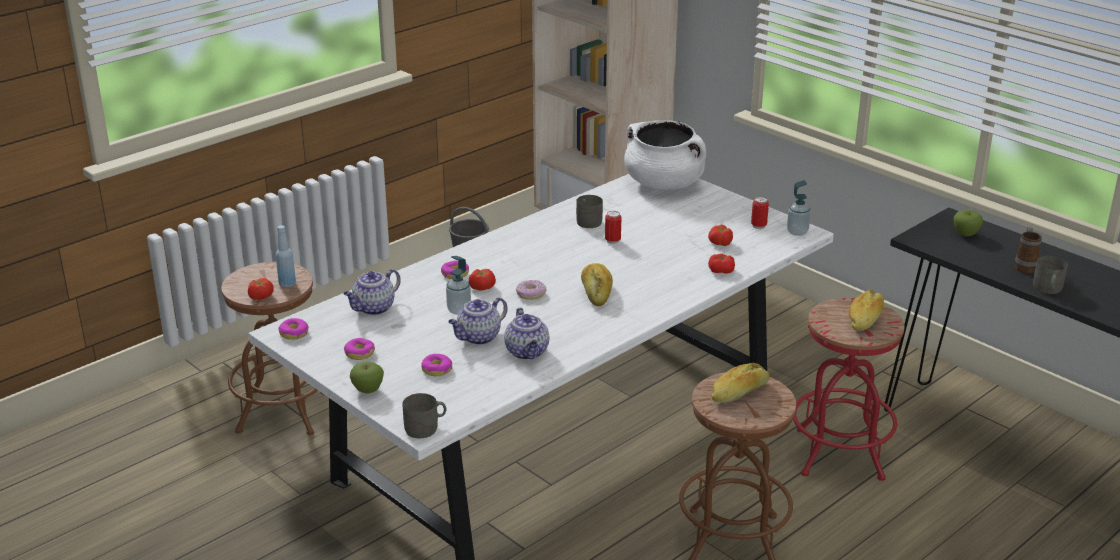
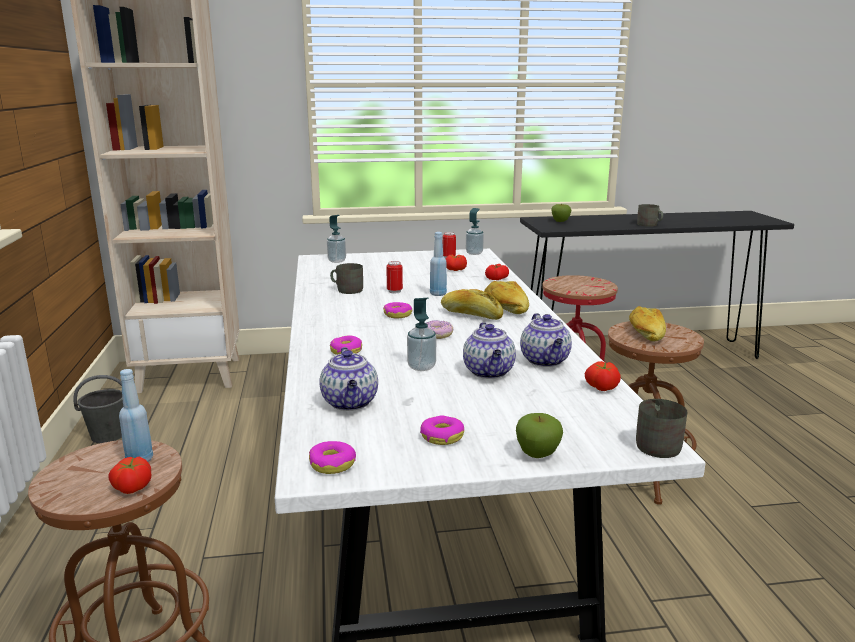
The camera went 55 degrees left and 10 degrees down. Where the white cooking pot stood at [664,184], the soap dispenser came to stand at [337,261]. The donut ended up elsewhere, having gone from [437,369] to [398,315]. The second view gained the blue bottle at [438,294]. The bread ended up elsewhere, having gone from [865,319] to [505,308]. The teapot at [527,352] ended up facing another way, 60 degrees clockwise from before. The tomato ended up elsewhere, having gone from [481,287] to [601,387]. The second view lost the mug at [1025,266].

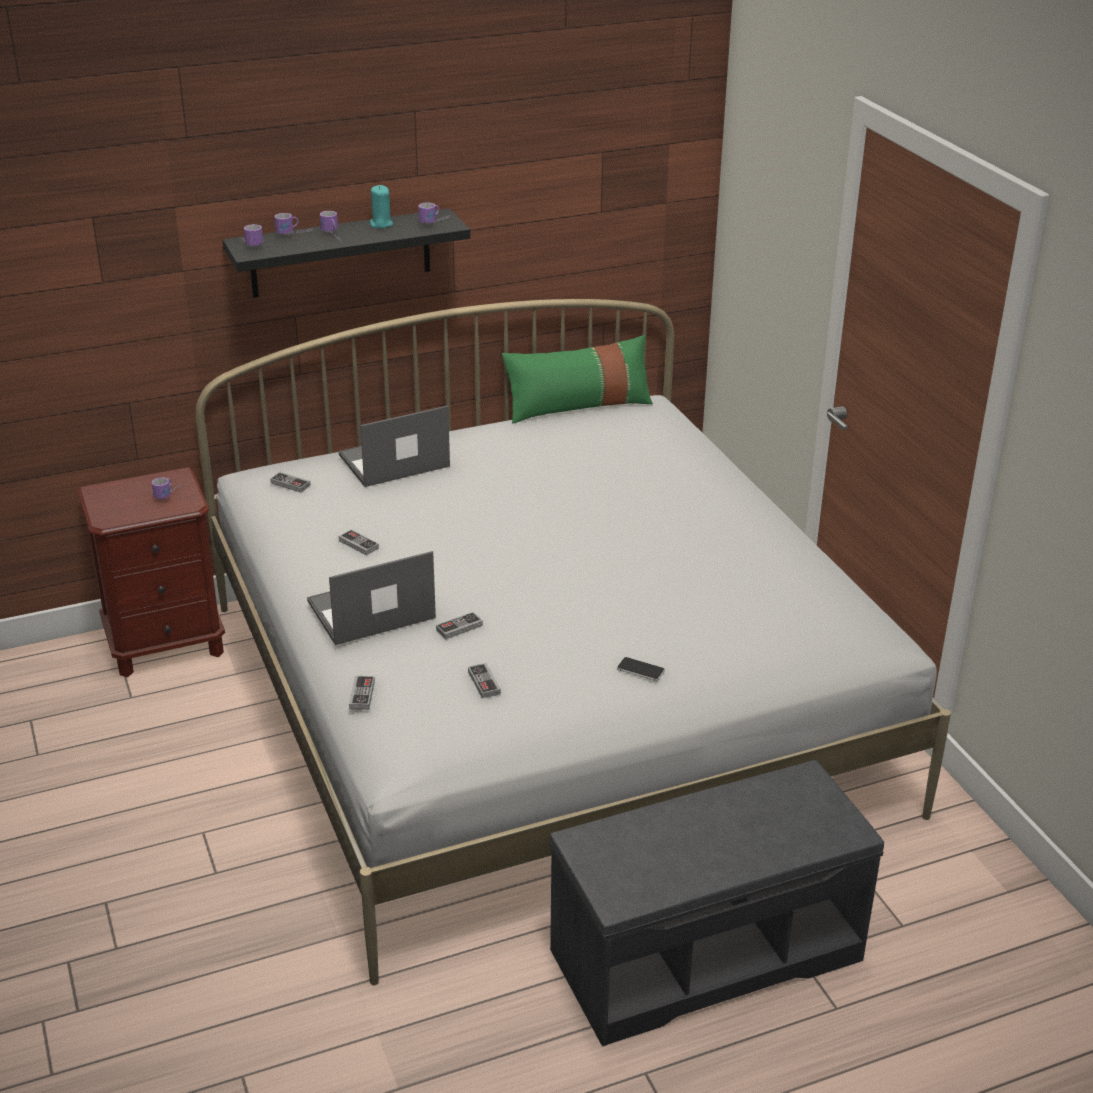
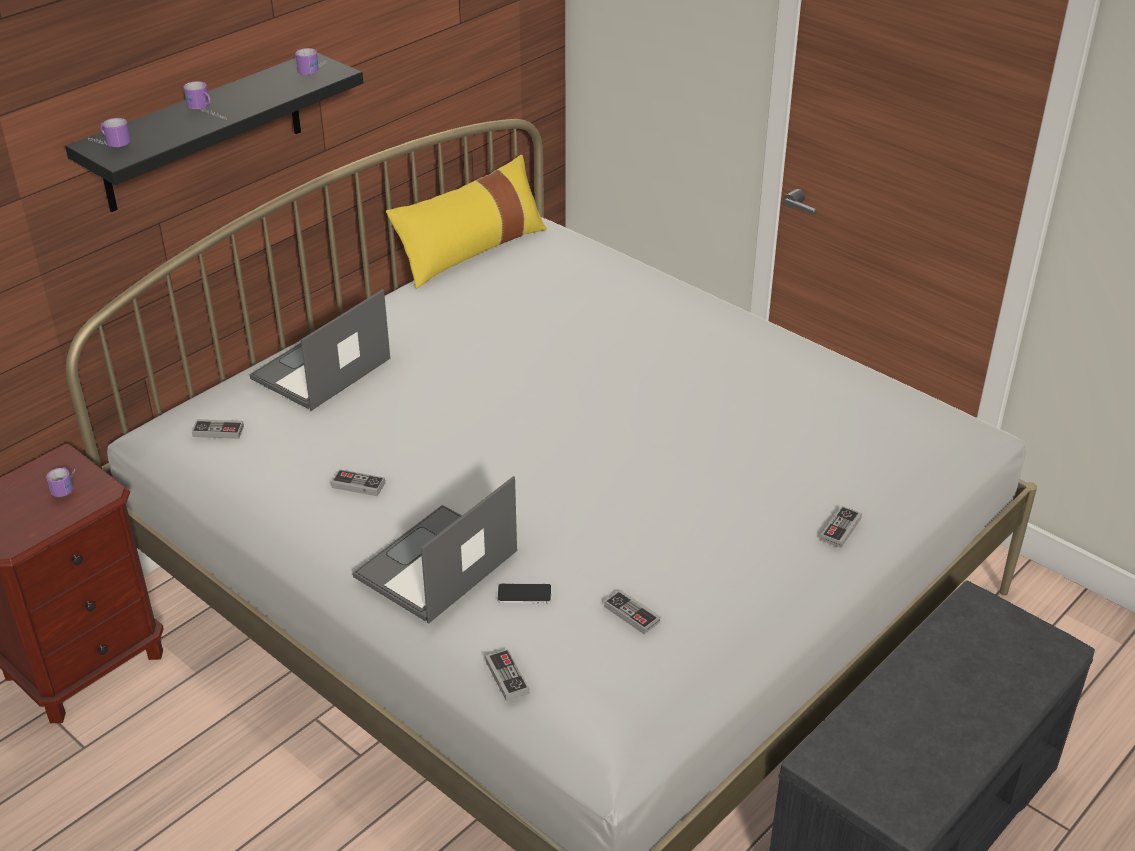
The camera went 25 degrees left and 5 degrees up. What was the green pillow at [578,406] turned into the yellow pillow at [471,250]. The phone ended up elsewhere, having gone from [640,670] to [524,594]. The game controller ended up elsewhere, having gone from [459,628] to [841,529]. The second view lost the mug at [295,234]. The second view lost the turquoise candle at [381,224].

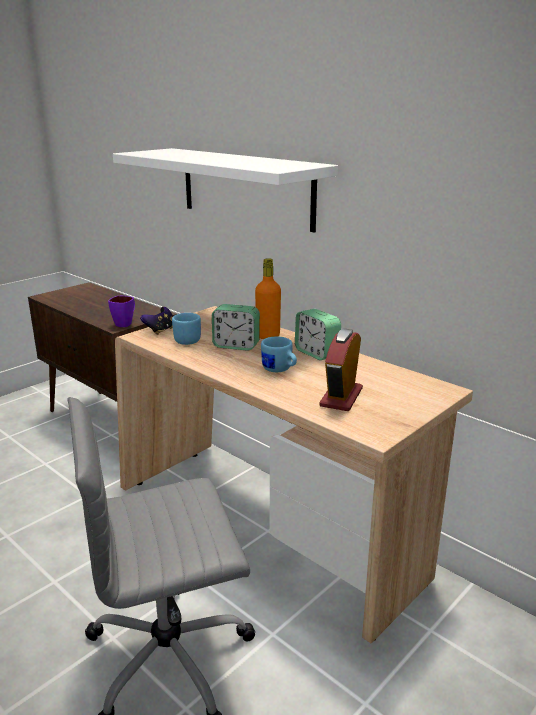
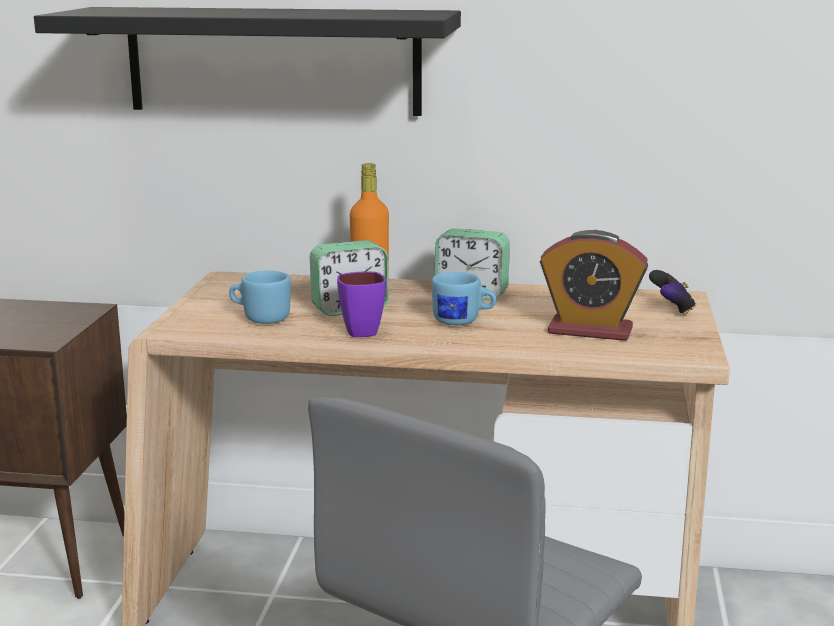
The camera went 35 degrees left and 5 degrees down. What was the white shelf at [246,187] turned into the black shelf at [273,61]. The purple mug ended up elsewhere, having gone from [126,323] to [360,329]. The alarm clock at [341,397] ended up facing another way, 60 degrees counterclockwise from before. The game controller ended up elsewhere, having gone from [160,330] to [672,310].

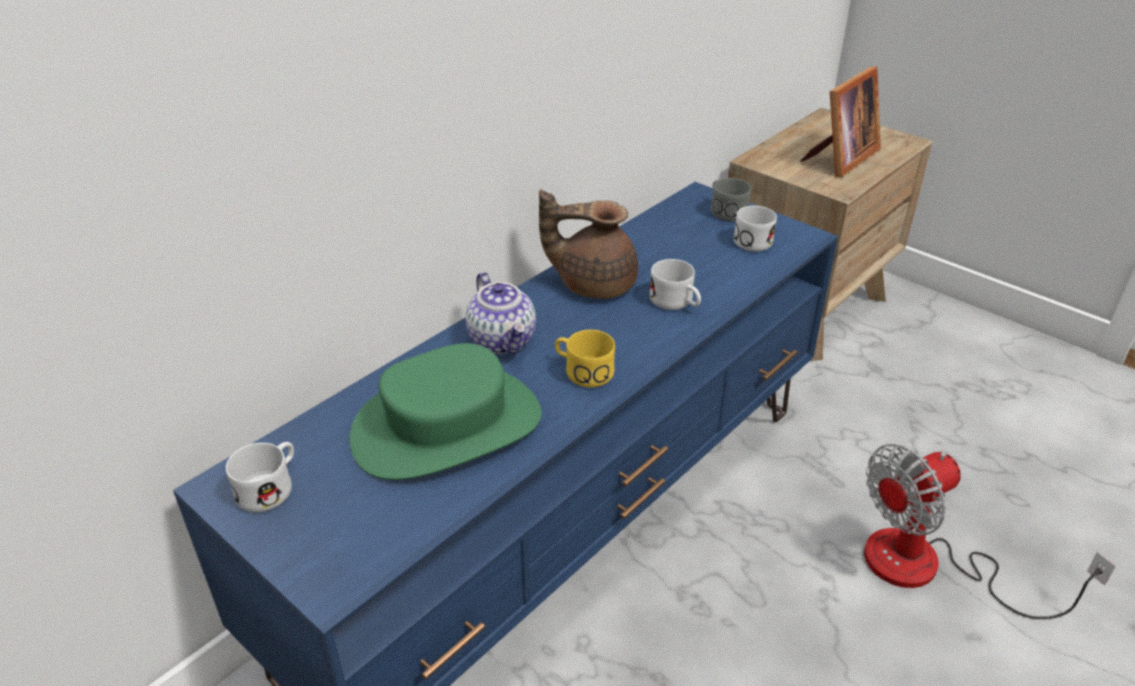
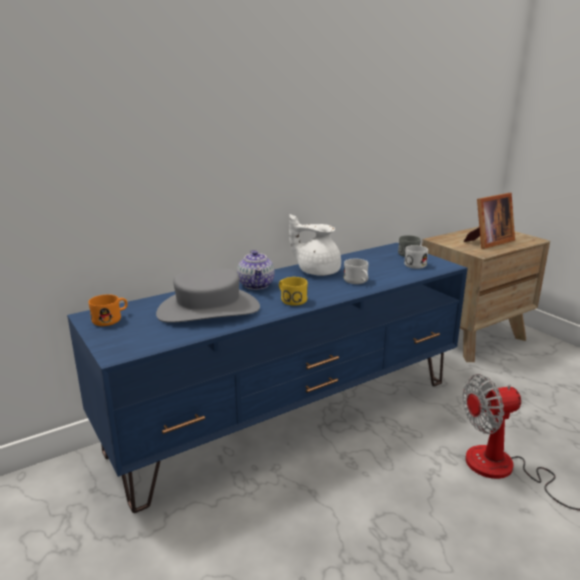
The camera went 15 degrees right and 15 degrees down. What was the white mug at [271,487] turned into the orange mug at [111,319]. What was the green hat at [447,427] turned into the grey hat at [208,310]. What was the brown teapot at [593,283] turned into the white teapot at [317,271].

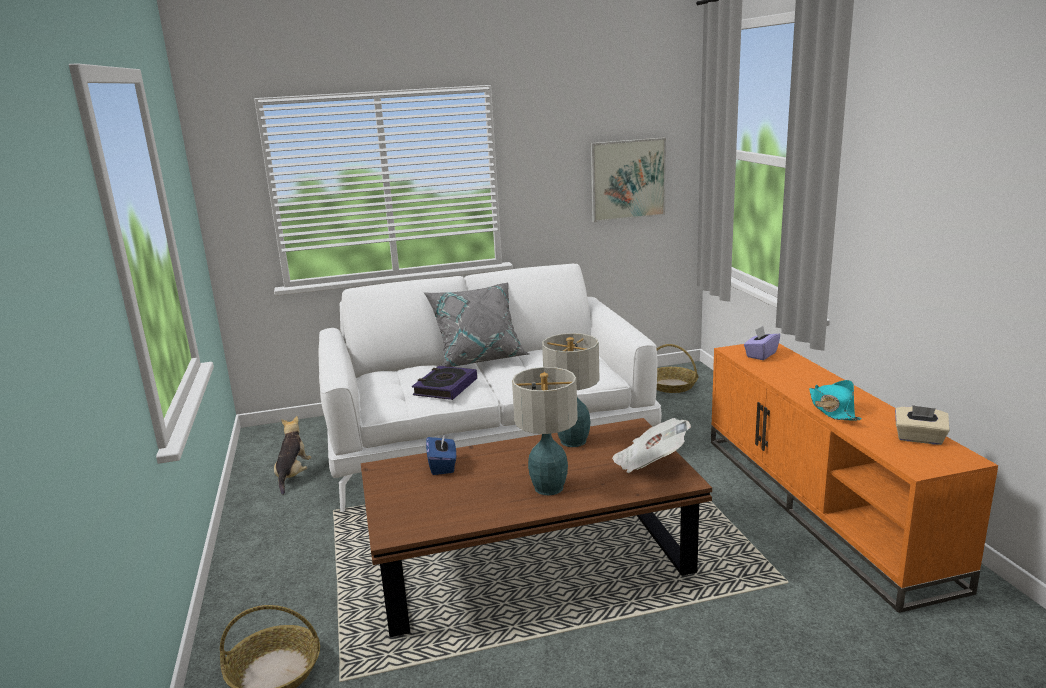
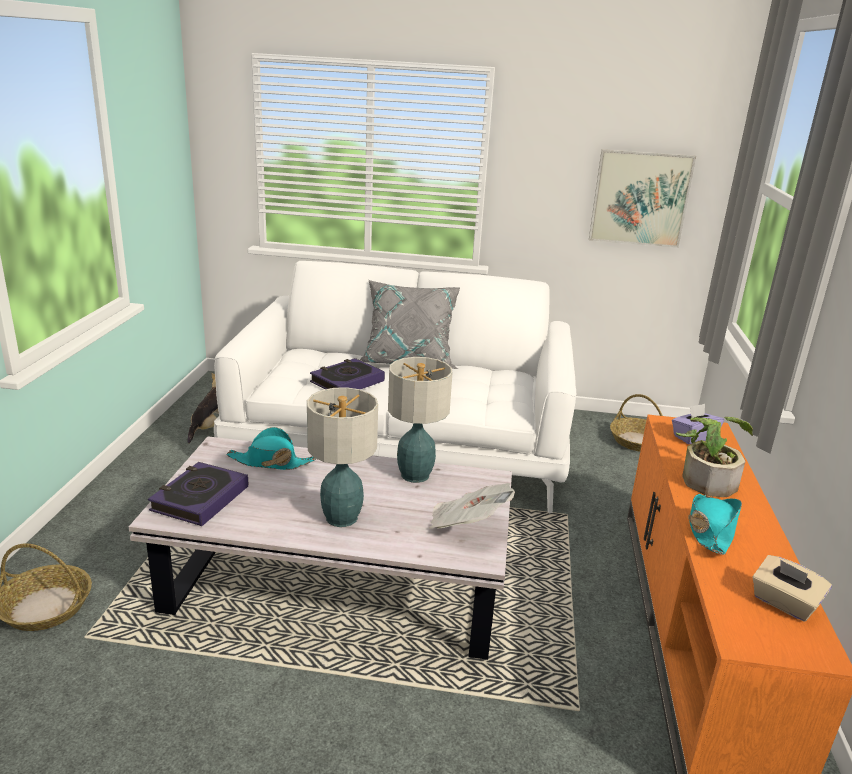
The camera went 20 degrees right and 5 degrees up. What was the brown coffee table at [533,564] turned into the white coffee table at [337,588]. The second view gained the book at [200,499]. Where the blue tissue box stood at [442,466], the turquoise hat came to stand at [271,462]. The second view gained the potted plant at [706,478].

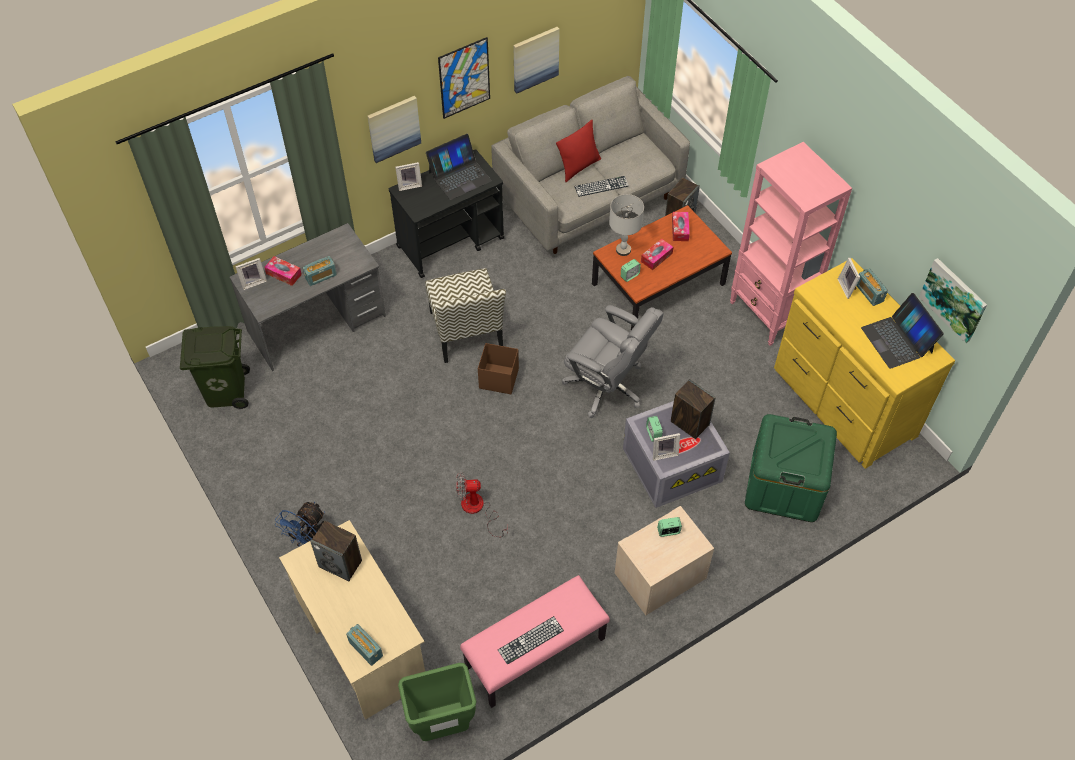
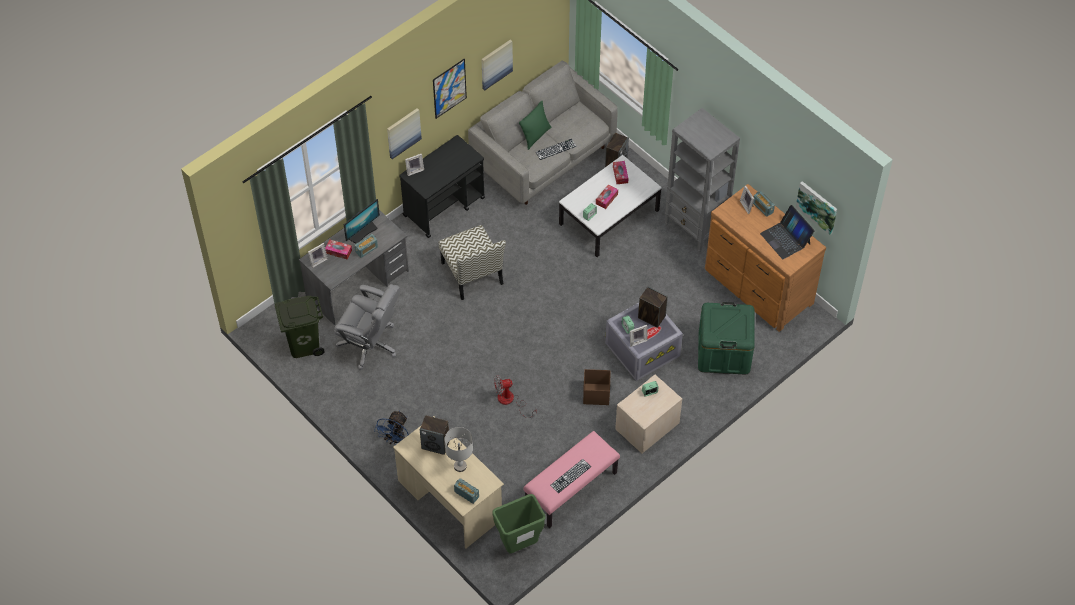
The camera went 10 degrees left and 0 degrees up. The grey office chair ended up elsewhere, having gone from [607,386] to [370,344]. The second view gained the monitor at [362,232]. The grey table lamp ended up elsewhere, having gone from [623,250] to [460,466]. What was the red pillow at [579,167] turned into the green pillow at [535,136]. What was the brown coffee table at [658,283] turned into the white coffee table at [609,217]. The brown storage box ended up elsewhere, having gone from [498,378] to [595,394]. What was the pink bookcase at [769,314] turned into the grey bookcase at [695,228]. What was the yellow dresser at [842,403] turned into the brown dresser at [757,287]. The second view lost the laptop at [459,176].

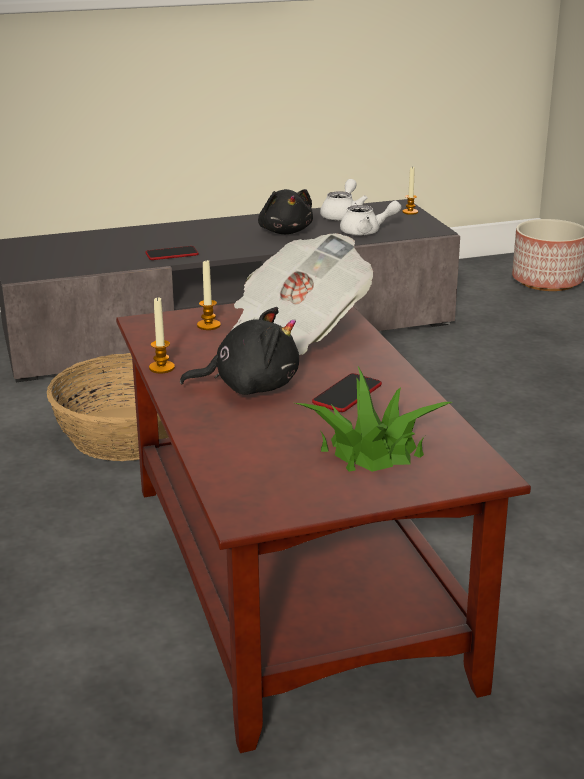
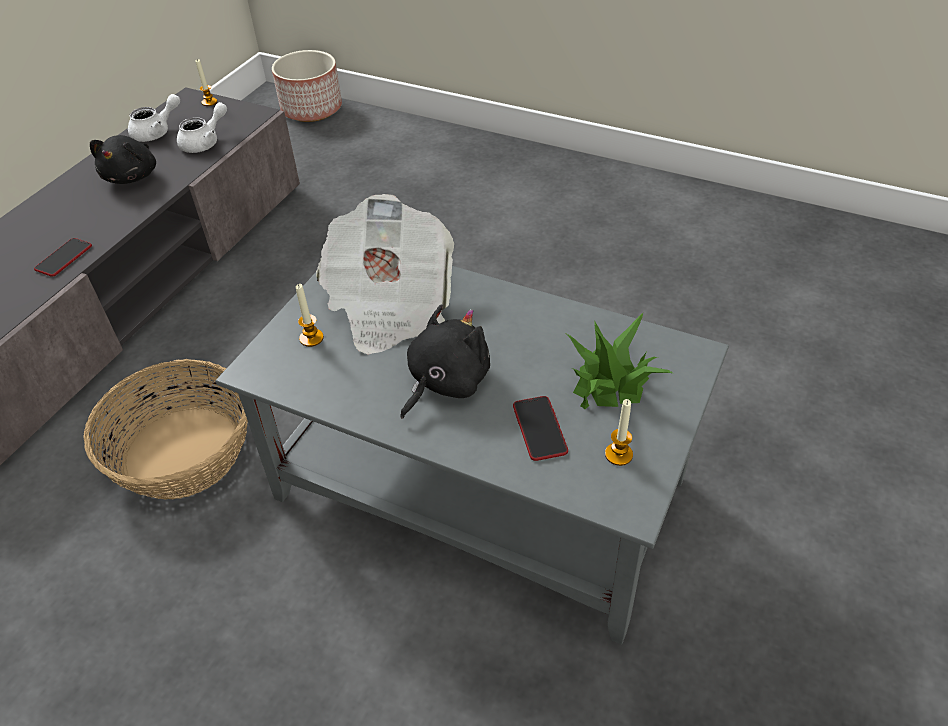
The camera went 45 degrees left and 20 degrees up. The black plush toy at [285,231] ended up facing another way, 75 degrees clockwise from before. The white teapot at [342,215] ended up facing another way, 75 degrees clockwise from before. What was the brown coffee table at [290,578] turned into the grey coffee table at [476,488]. The phone ended up elsewhere, having gone from [347,394] to [539,429]. The candle ended up elsewhere, having gone from [161,368] to [618,454].

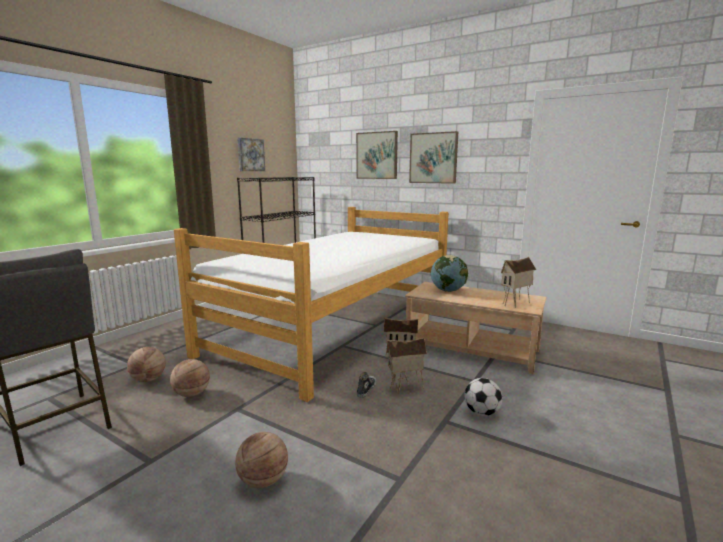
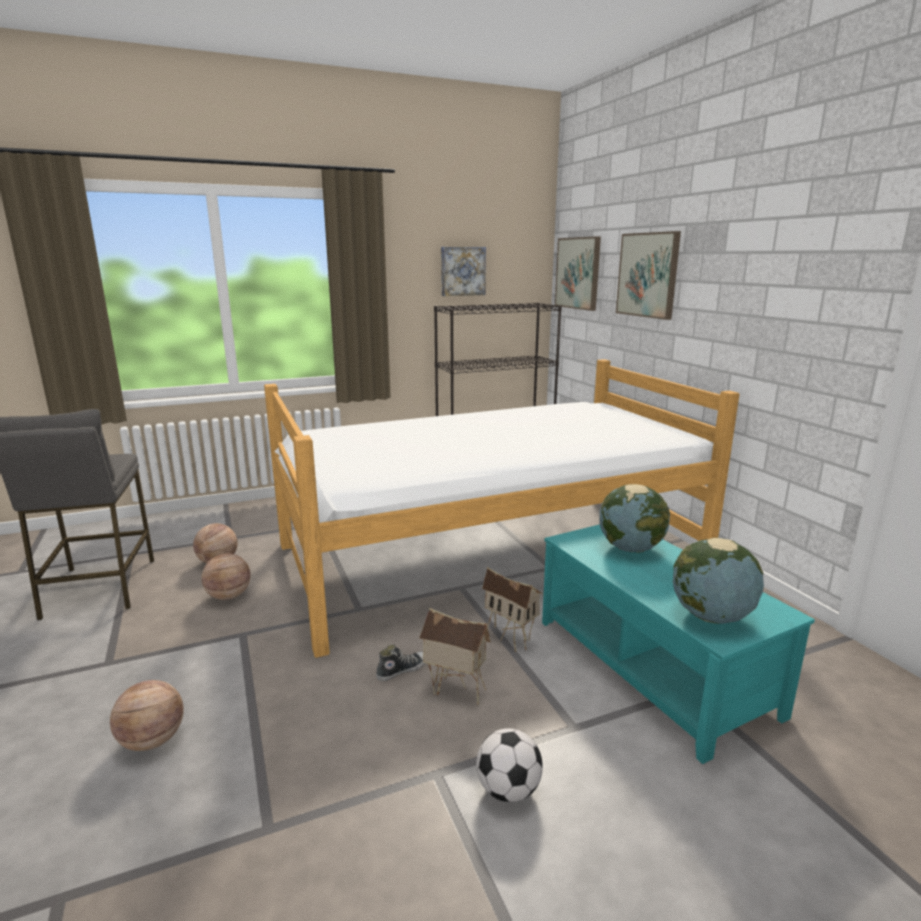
The camera went 35 degrees right and 5 degrees up. What was the beige coffee table at [471,349] turned into the turquoise coffee table at [649,665]. The picture ended up elsewhere, having gone from [433,158] to [578,273]. Where the toy house stood at [516,304], the globe came to stand at [710,616].

